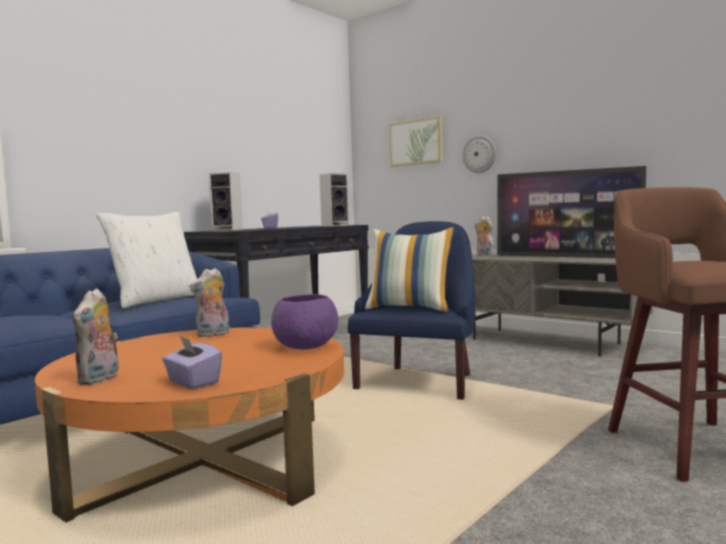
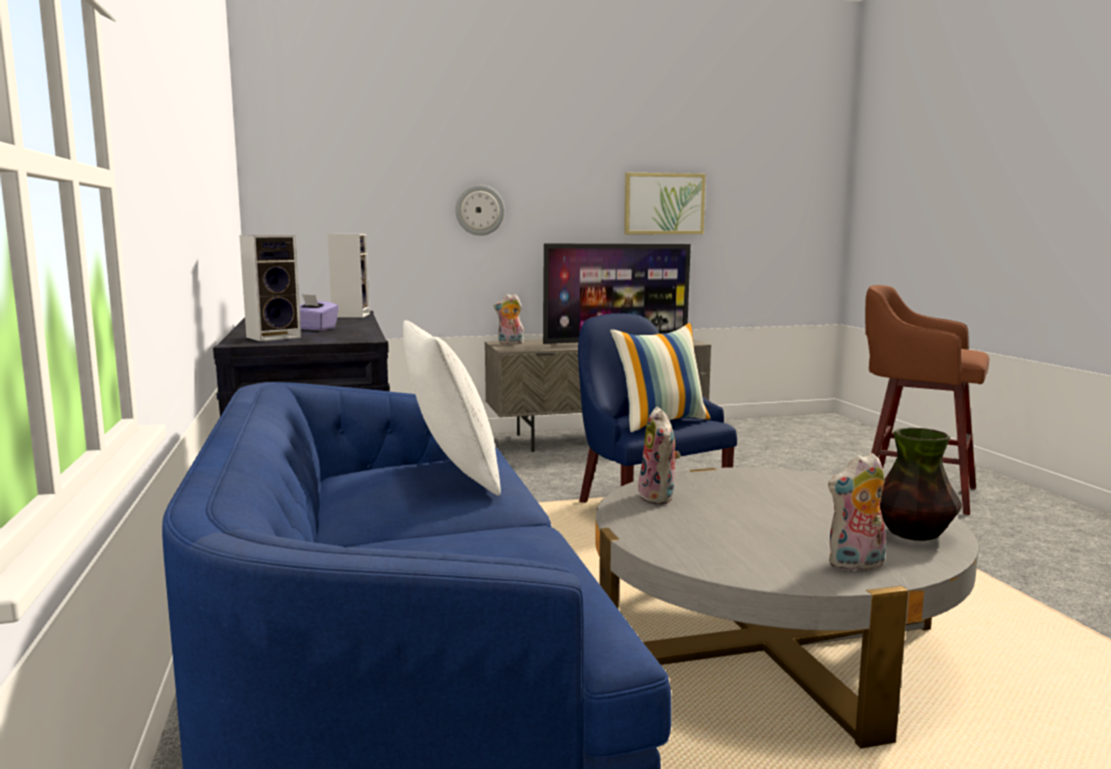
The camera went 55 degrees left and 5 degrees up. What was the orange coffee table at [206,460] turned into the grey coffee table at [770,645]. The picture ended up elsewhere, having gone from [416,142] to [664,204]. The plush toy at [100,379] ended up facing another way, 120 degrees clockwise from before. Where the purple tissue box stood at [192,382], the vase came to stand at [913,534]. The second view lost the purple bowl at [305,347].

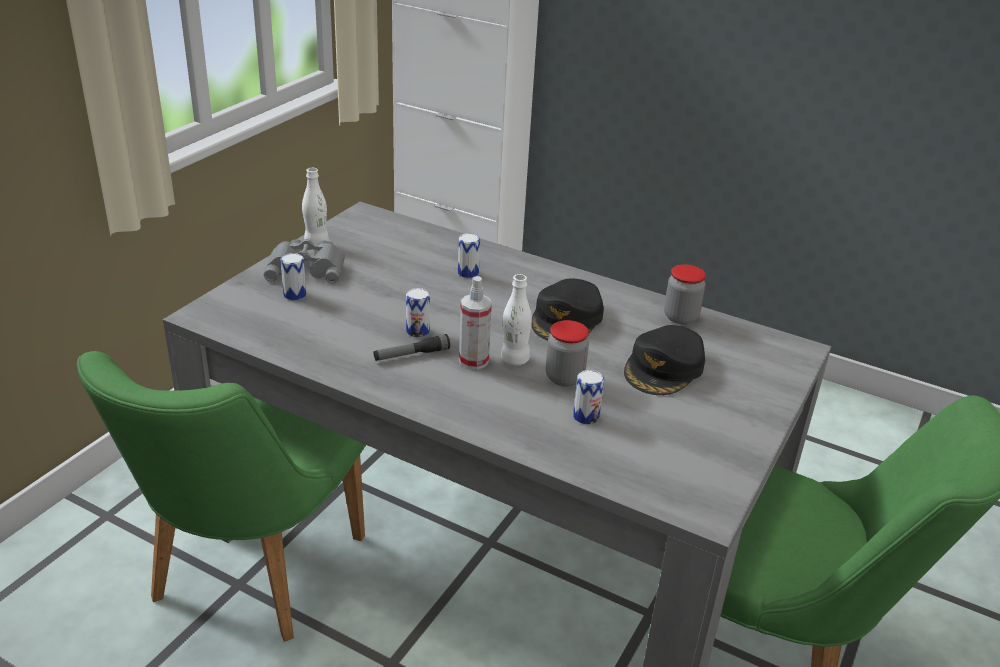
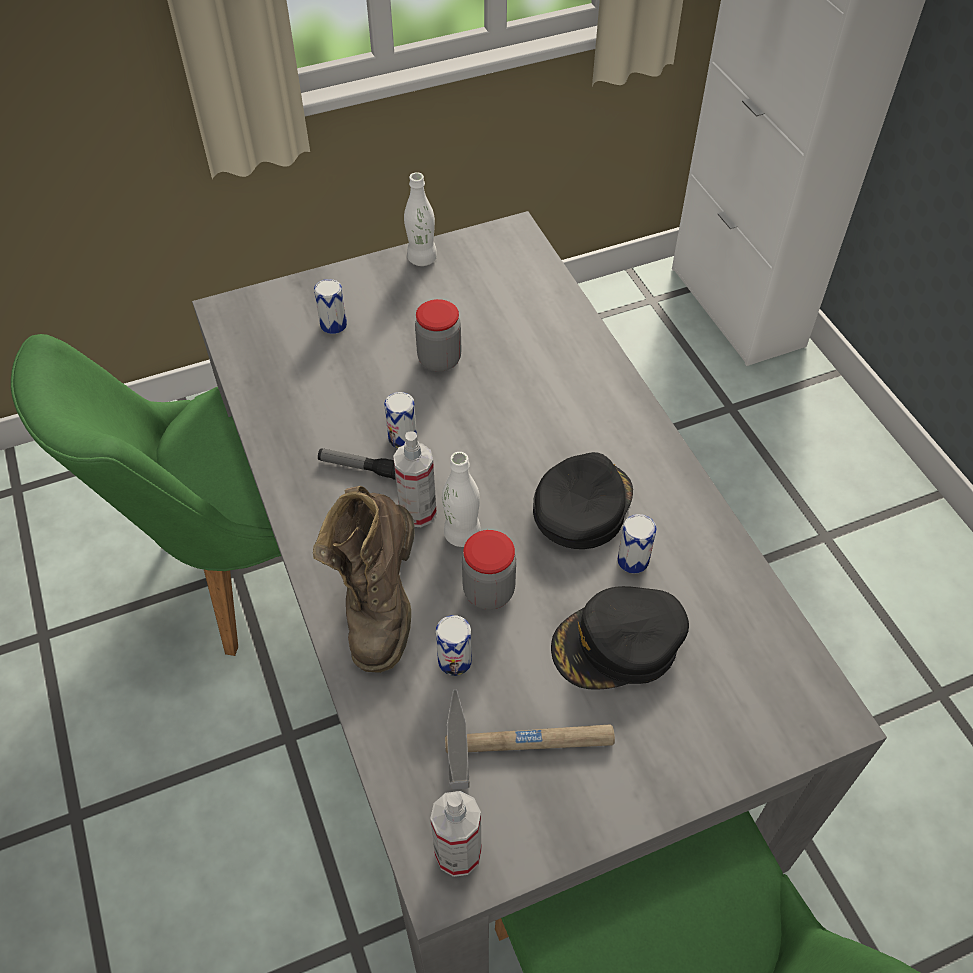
The camera went 40 degrees right and 20 degrees up. The second view gained the brown boot at [379,604]. The jar ended up elsewhere, having gone from [680,317] to [439,359]. The second view gained the spray bottle at [458,853]. The second view gained the hammer at [528,738]. The black cap at [567,319] ended up facing another way, 150 degrees clockwise from before. The can ended up elsewhere, having gone from [468,273] to [633,560]. The second view lost the grey binoculars at [307,267].

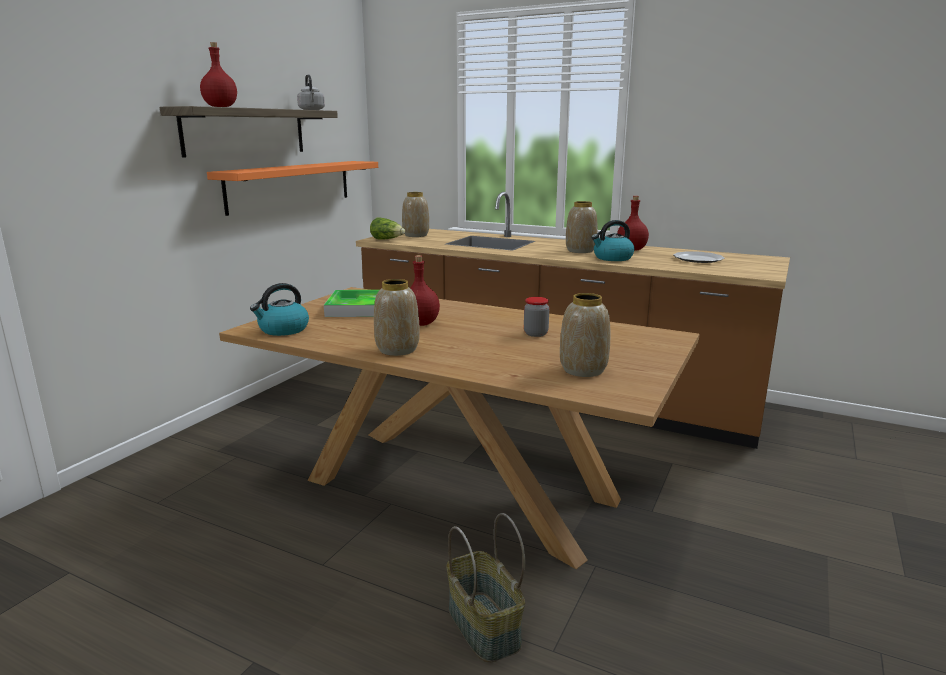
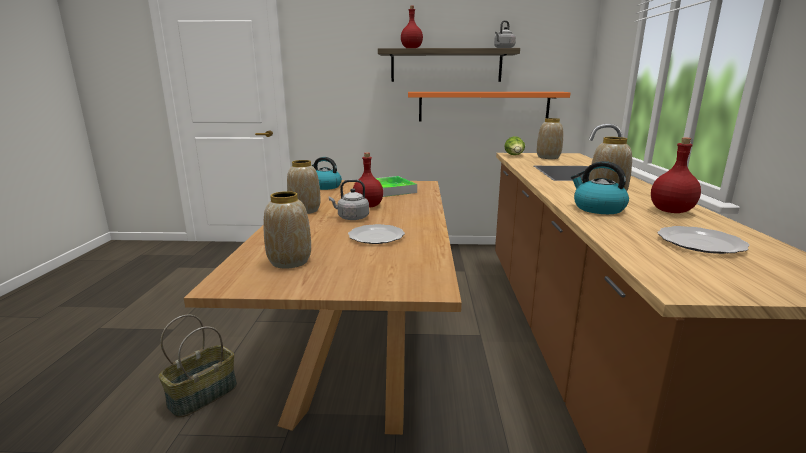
The camera went 65 degrees right and 0 degrees up. The second view gained the grey kettle at [351,218]. Where the jar stood at [535,334], the plate came to stand at [377,236].

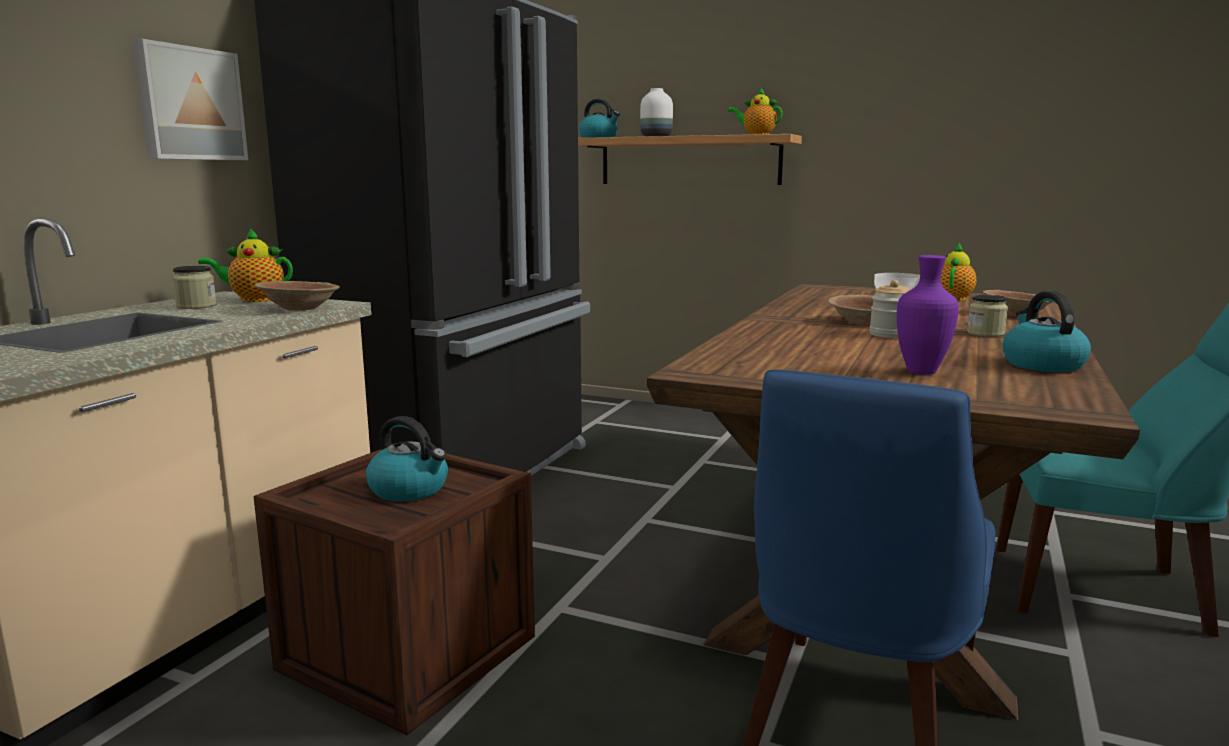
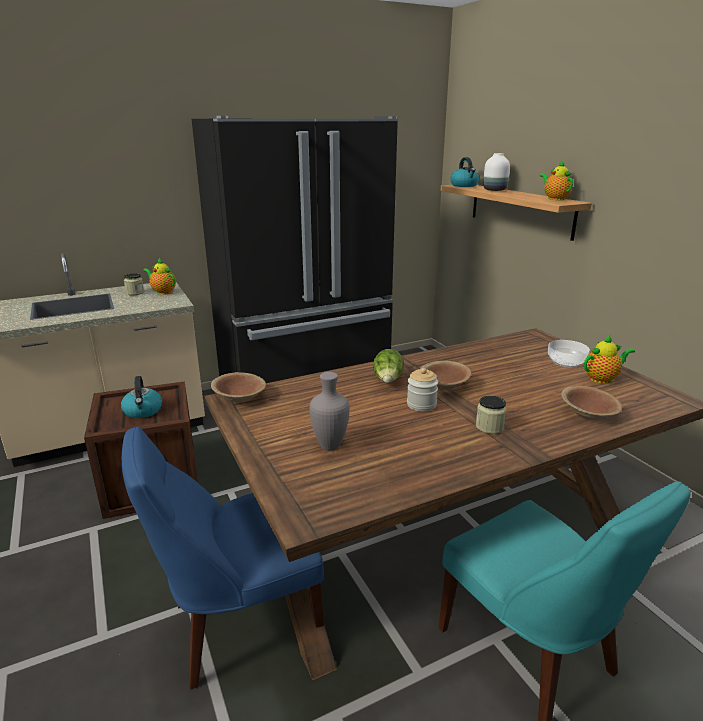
The camera went 40 degrees right and 10 degrees up. The brown bowl ended up elsewhere, having gone from [300,308] to [239,398]. What was the purple vase at [923,372] turned into the grey vase at [330,447]. The second view gained the lettuce at [388,380]. The second view lost the picture at [189,104]. The second view lost the kettle at [1041,364].

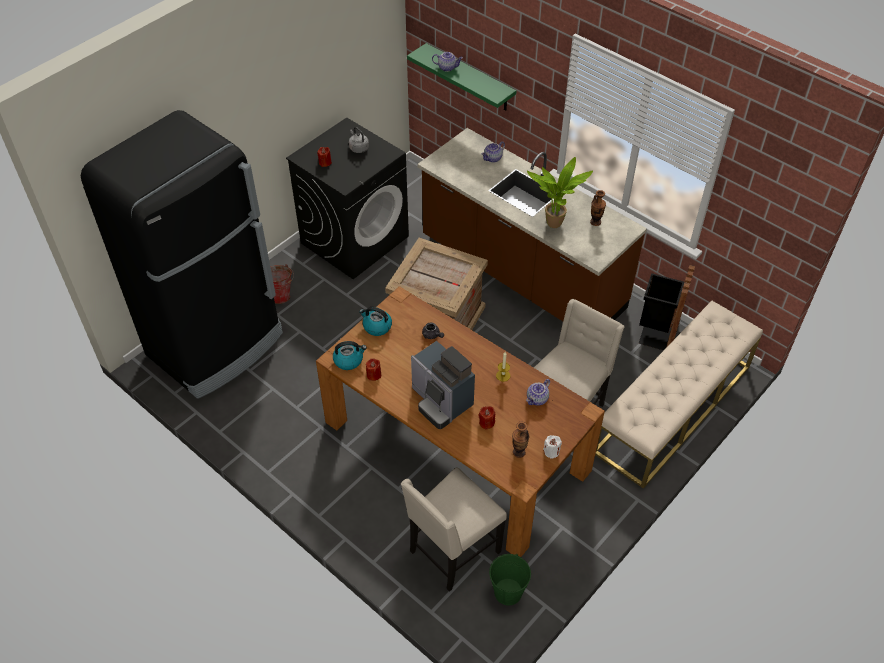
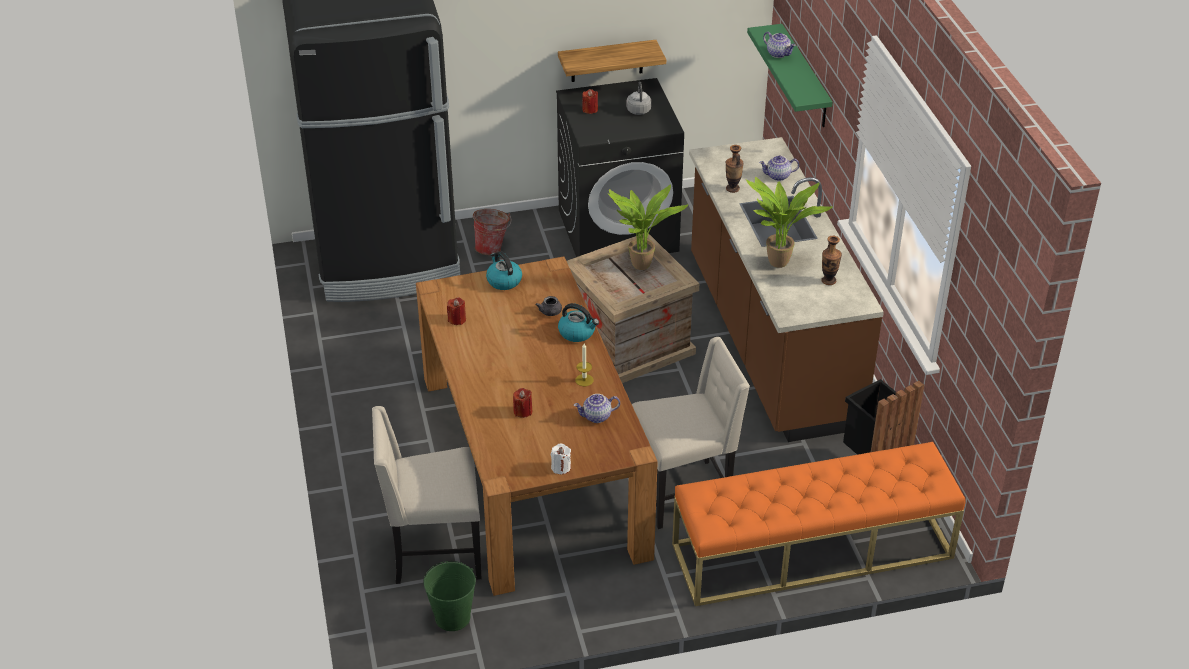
The camera went 35 degrees right and 10 degrees down. The second view gained the shelf at [607,61]. The kettle ended up elsewhere, having gone from [349,360] to [577,332]. The second view gained the potted plant at [641,267]. What was the beige bench at [673,409] turned into the orange bench at [812,551]. The vase ended up elsewhere, having gone from [519,452] to [732,188]. The second view lost the coffee machine at [441,401].

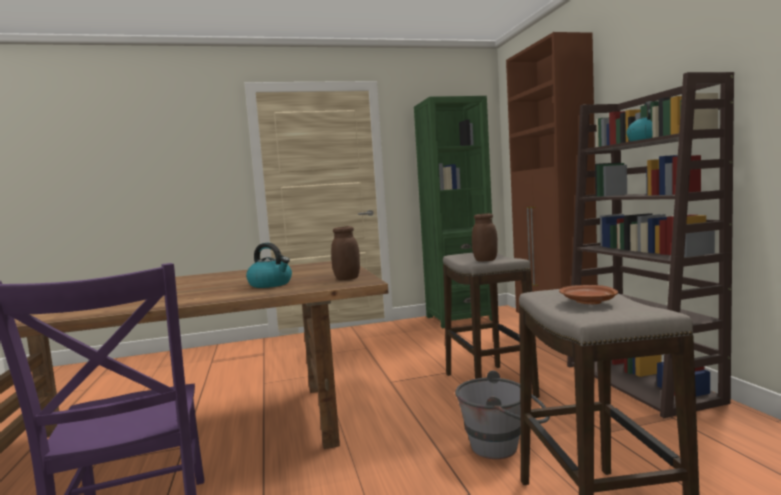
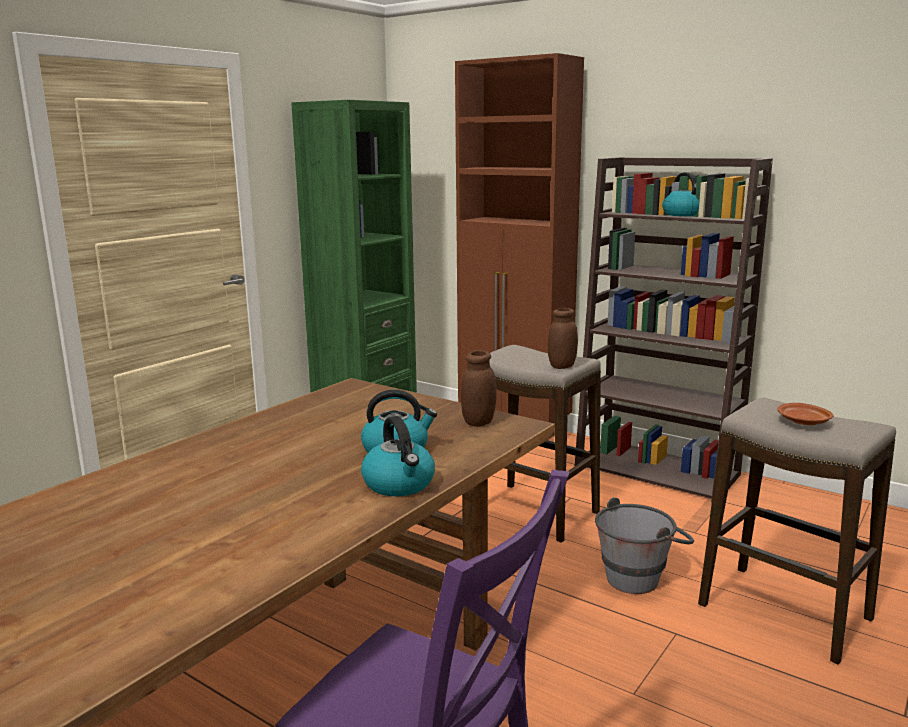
The camera went 40 degrees left and 10 degrees up. The second view gained the kettle at [399,484].

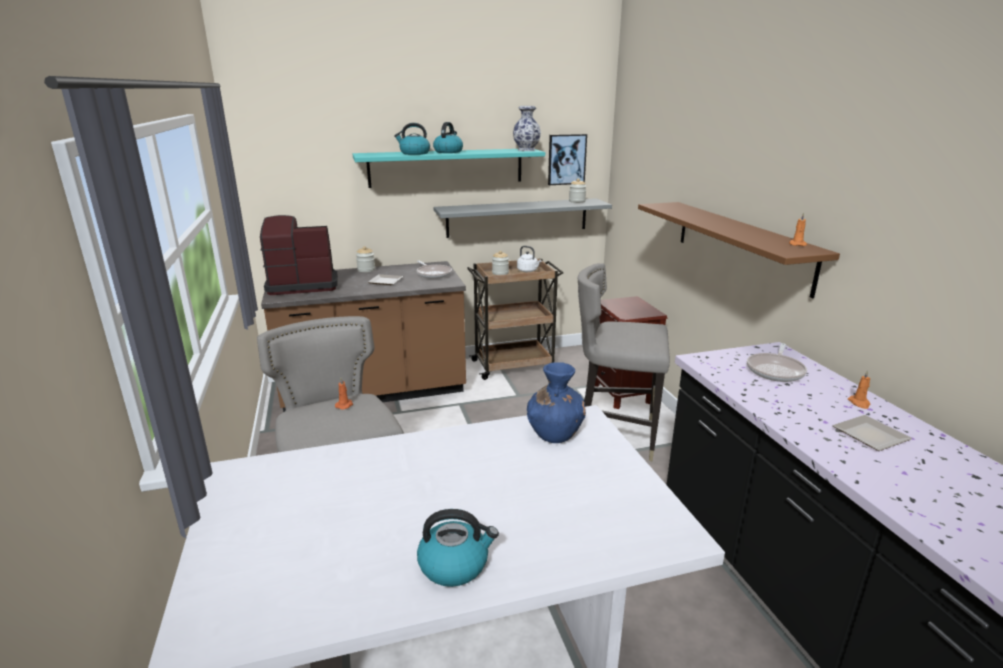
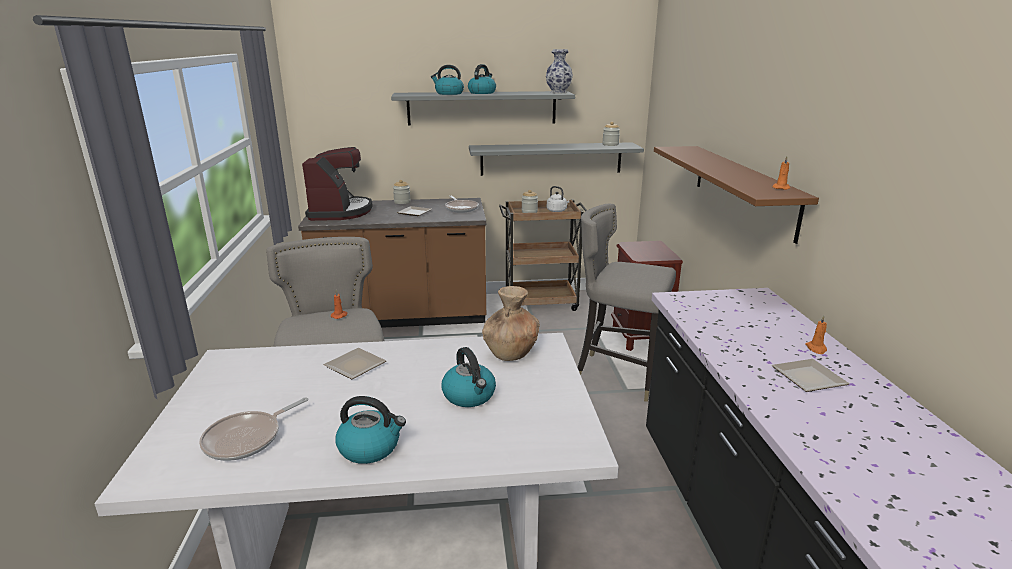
The camera went 10 degrees right and 0 degrees up. The frying pan ended up elsewhere, having gone from [776,370] to [247,439]. The coffee machine at [302,284] ended up facing another way, 90 degrees clockwise from before. The second view gained the plate at [353,366]. What was the turquoise shelf at [446,167] turned into the grey shelf at [482,108]. The second view gained the kettle at [469,396]. What was the blue vase at [555,433] turned into the brown vase at [511,352]. The second view lost the picture at [566,159].

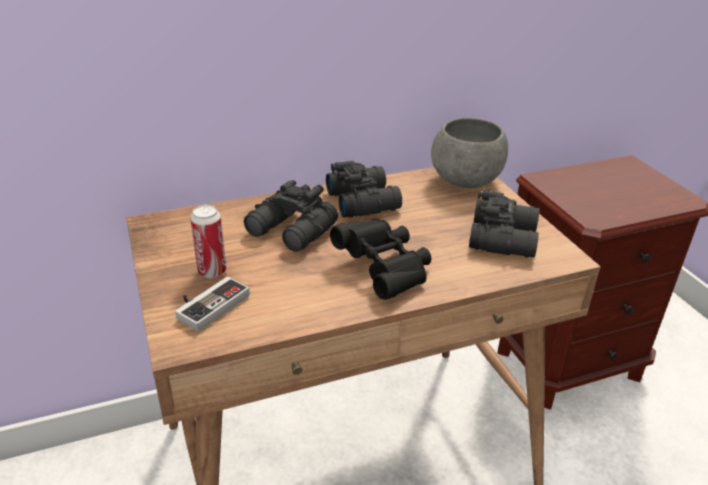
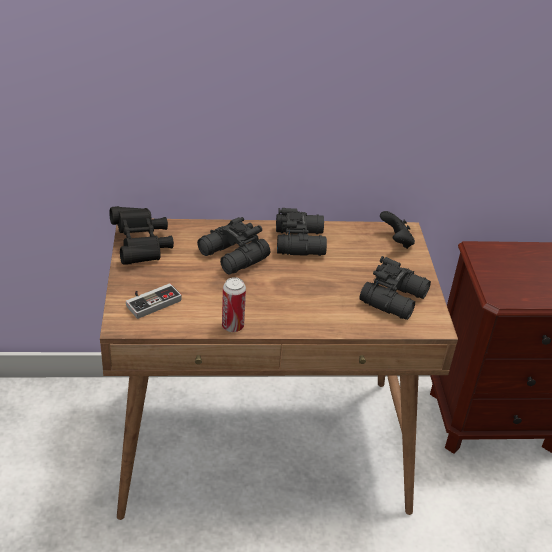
The camera went 15 degrees right and 5 degrees up. The black binoculars ended up elsewhere, having gone from [384,270] to [141,246]. The can ended up elsewhere, having gone from [212,271] to [232,326]. Where the grey bowl stood at [467,181], the black game controller came to stand at [396,241].

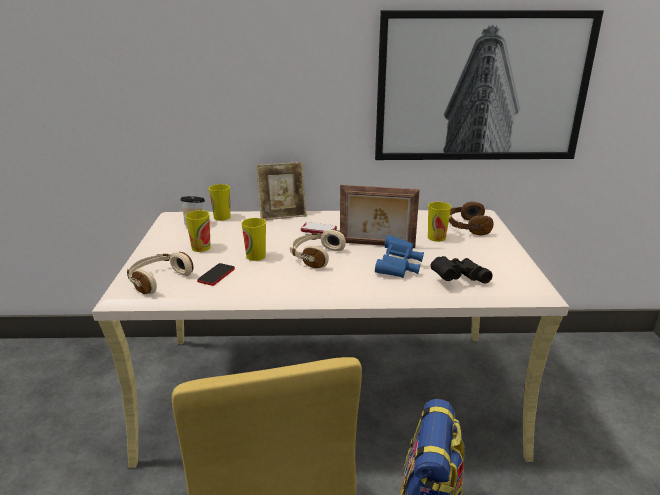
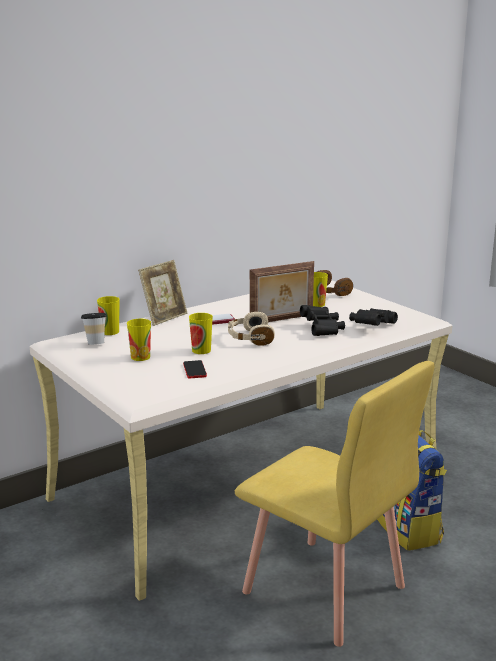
The camera went 35 degrees left and 5 degrees down. What was the blue binoculars at [399,267] turned into the black binoculars at [322,329]. The second view lost the beige headphones at [158,280]. The second view lost the picture at [482,88].

